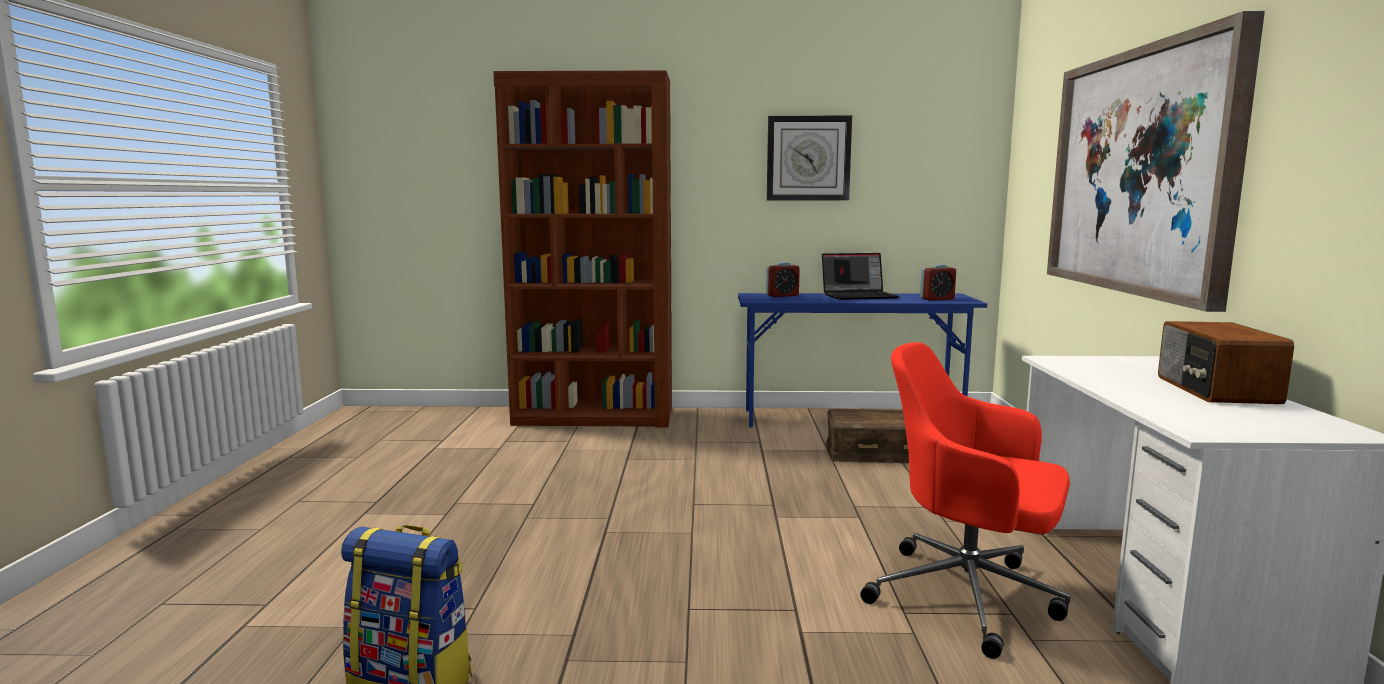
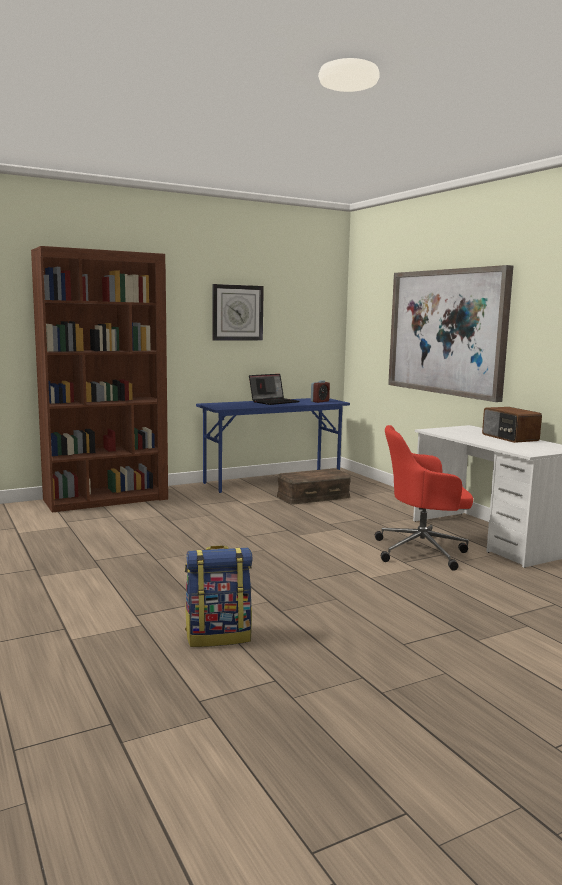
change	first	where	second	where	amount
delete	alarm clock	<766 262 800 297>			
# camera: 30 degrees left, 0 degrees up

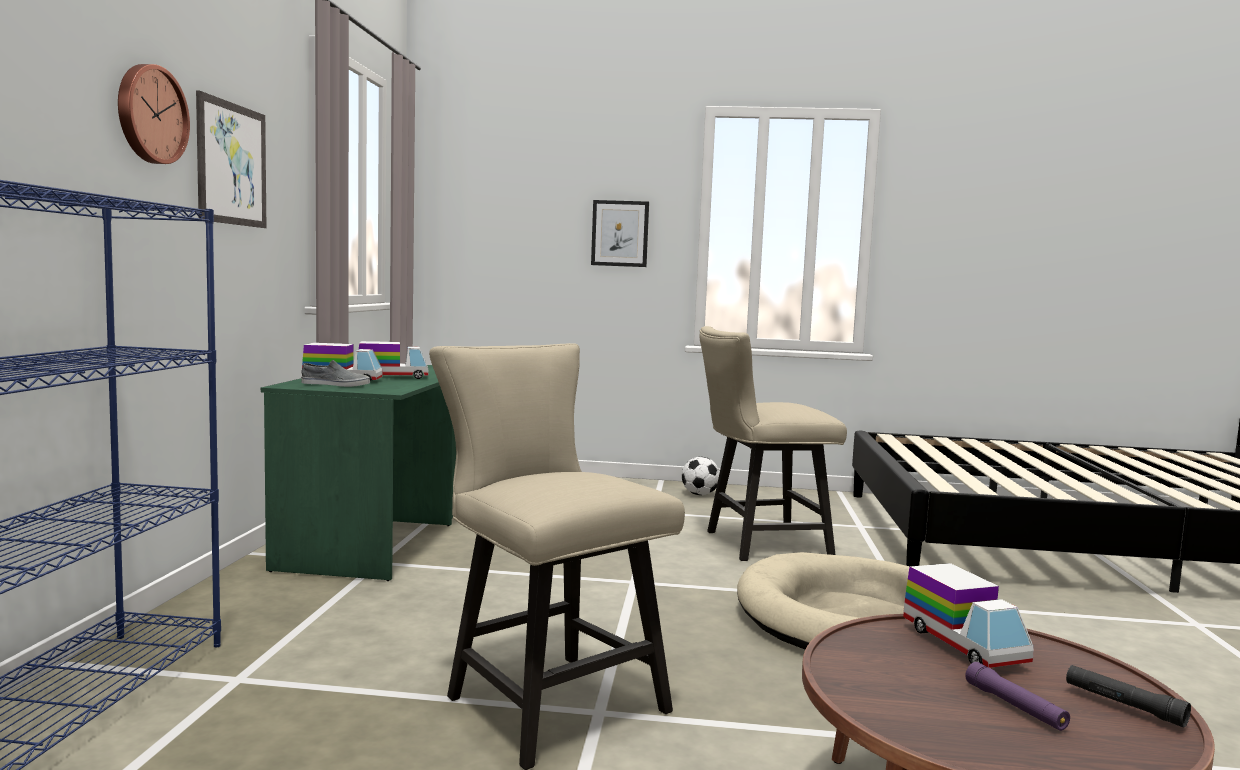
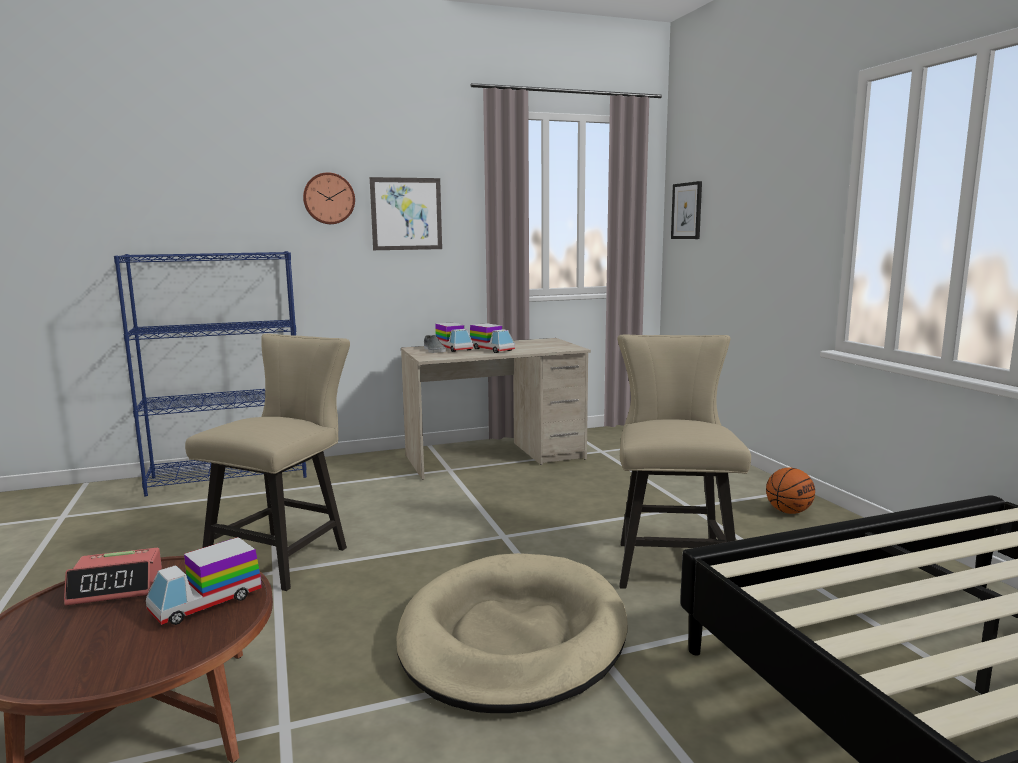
change	first	where	second	where	amount
insert			alarm clock	<64 548 162 606>	
recolor	green desk	<261 365 456 581>	beige desk	<401 338 591 480>	
rotate	beige chair	<699 326 847 561>		<617 335 751 589>	45 degrees clockwise
move	picture	<591 200 649 267>		<671 181 702 239>	
replace	football	<682 457 720 495>	basketball	<766 468 815 514>	
delete	purple flashlight	<966 662 1070 731>			
delete	black flashlight	<1066 665 1191 727>			
# camera: 65 degrees right, 5 degrees up

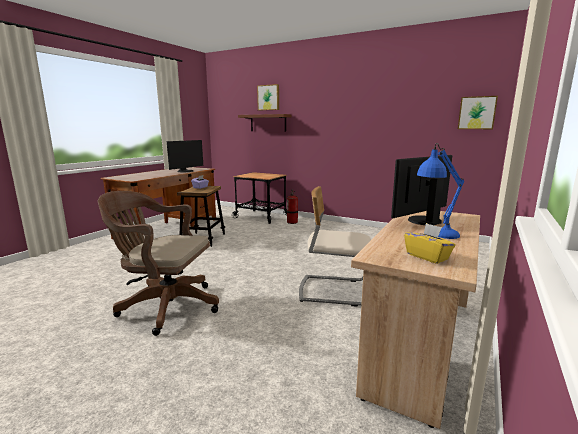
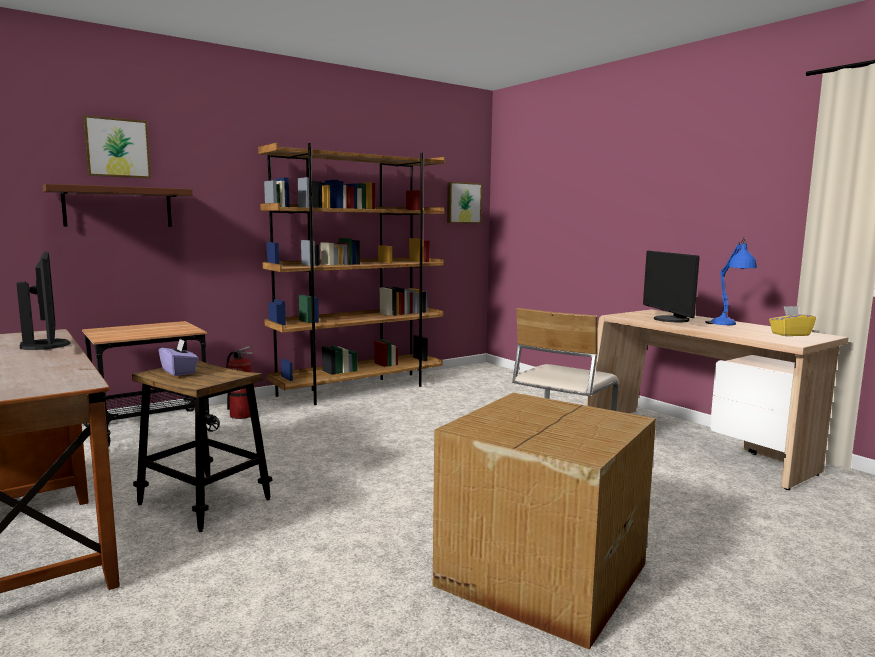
change	first	where	second	where	amount
insert			brown bookcase	<258 142 445 405>	
replace	brown office chair	<98 191 219 336>	cardboard box	<433 392 656 650>	
# camera: 65 degrees left, 5 degrees down

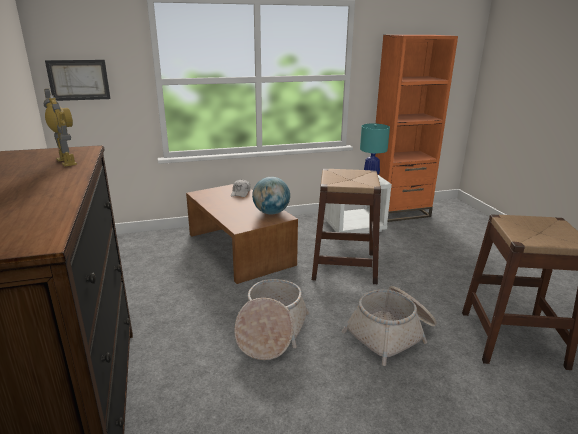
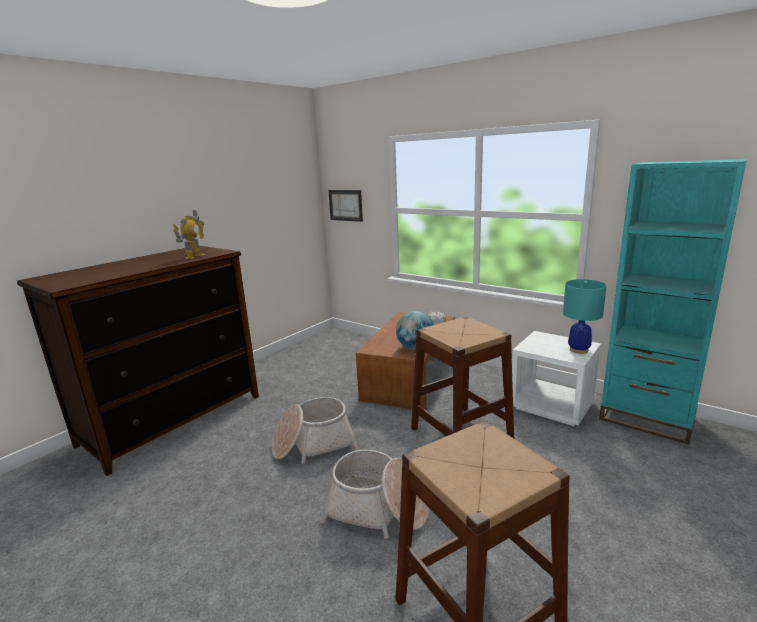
change	first	where	second	where	amount
recolor	orange bookcase	<375 35 458 222>	turquoise bookcase	<599 159 747 444>	
# camera: 55 degrees right, 5 degrees down

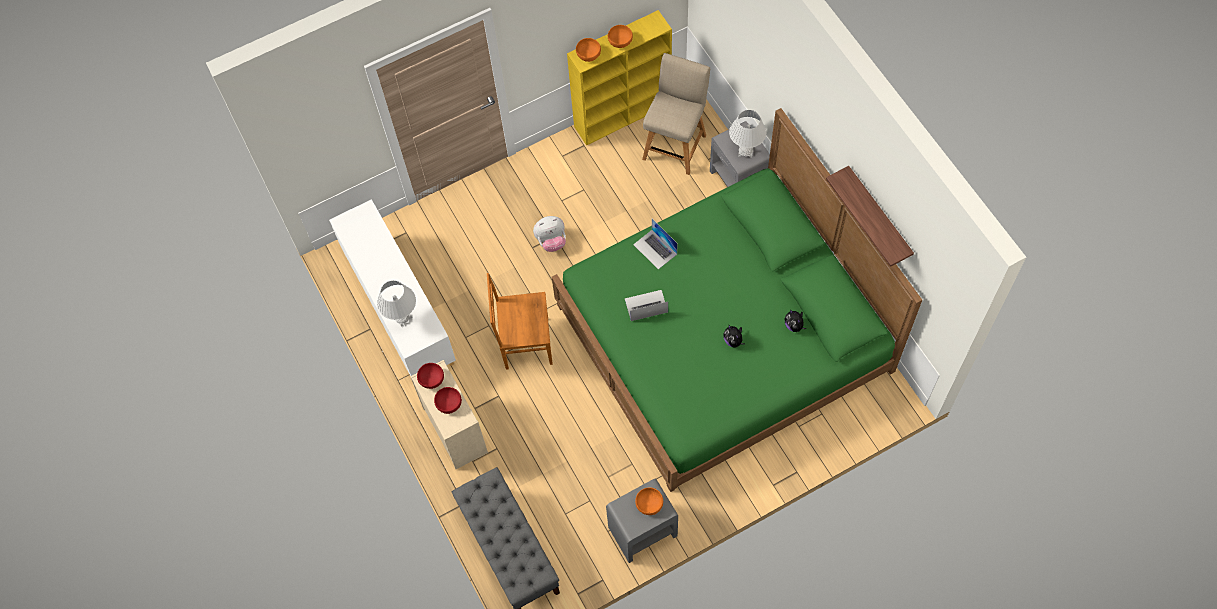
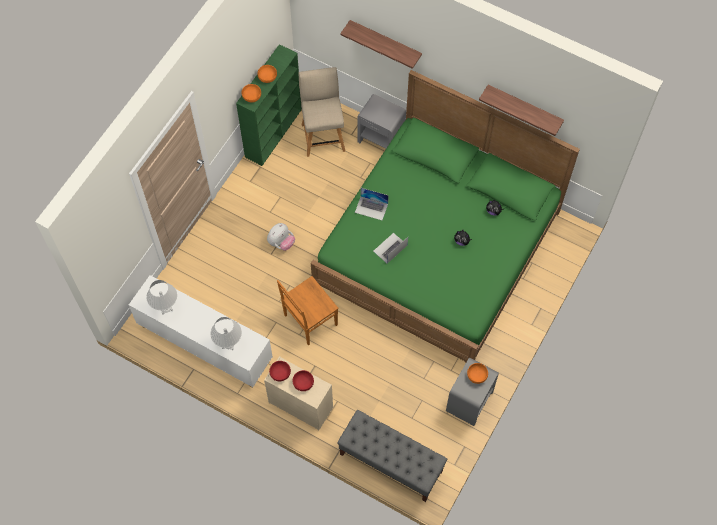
change	first	where	second	where	amount
move	white table lamp	<729 110 767 158>		<146 280 177 315>	
recolor	yellow bookcase	<567 10 672 146>	green bookcase	<236 44 302 166>	
insert			shelf	<340 20 422 69>	
# camera: 35 degrees left, 0 degrees up

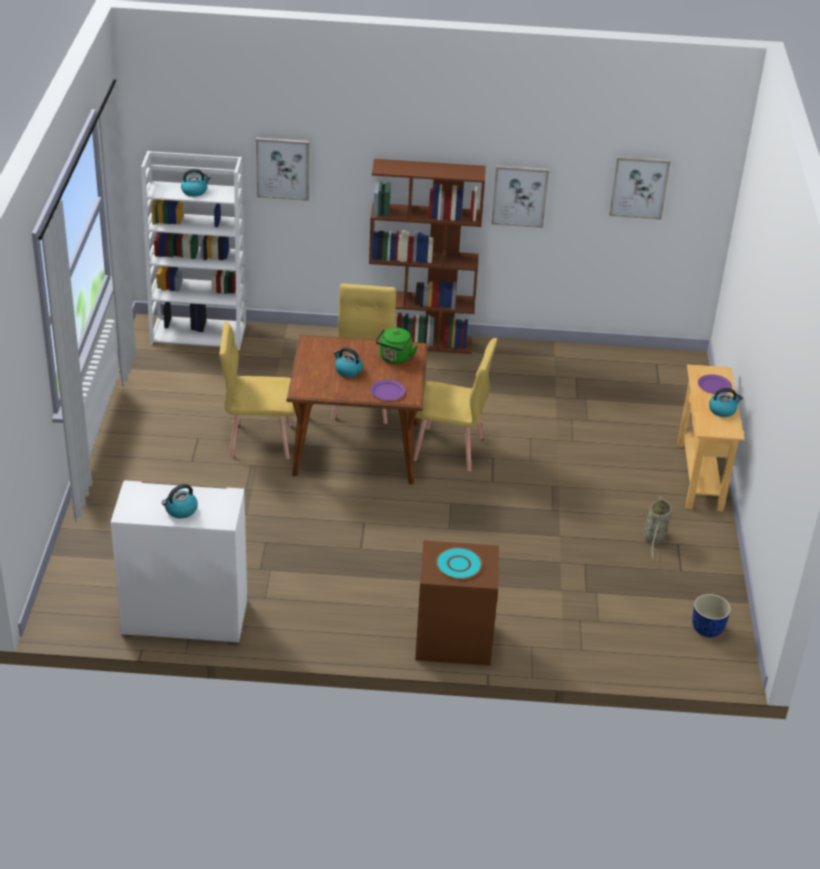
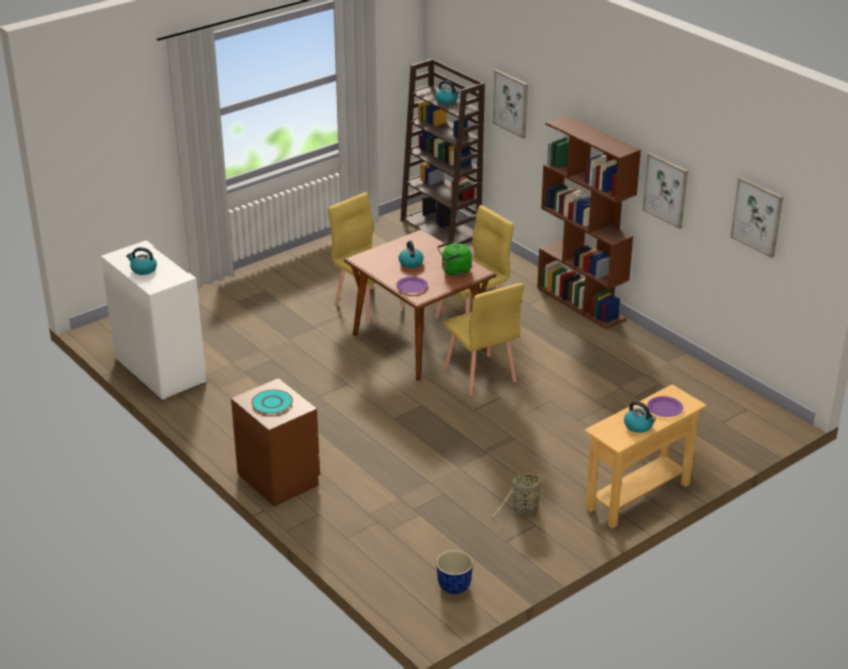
change	first	where	second	where	amount
recolor	white bookcase	<141 151 246 350>	brown bookcase	<400 59 485 245>	
# camera: 50 degrees right, 5 degrees down

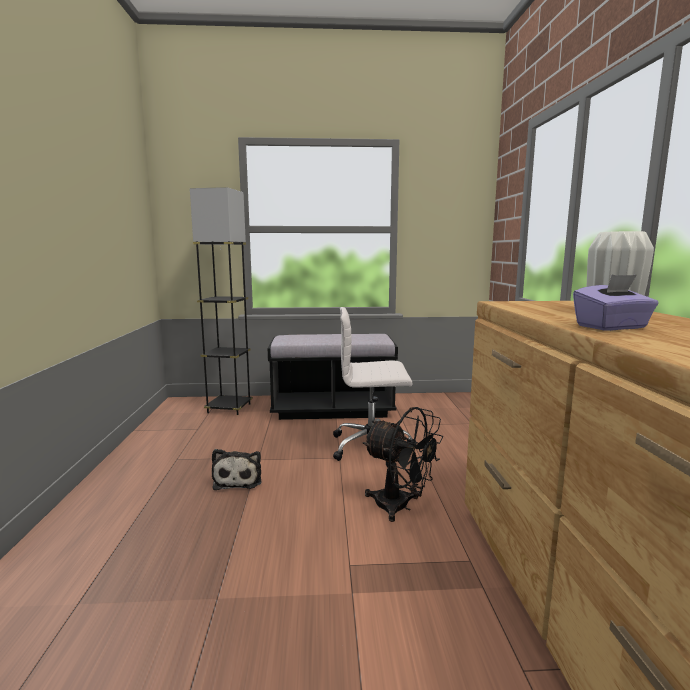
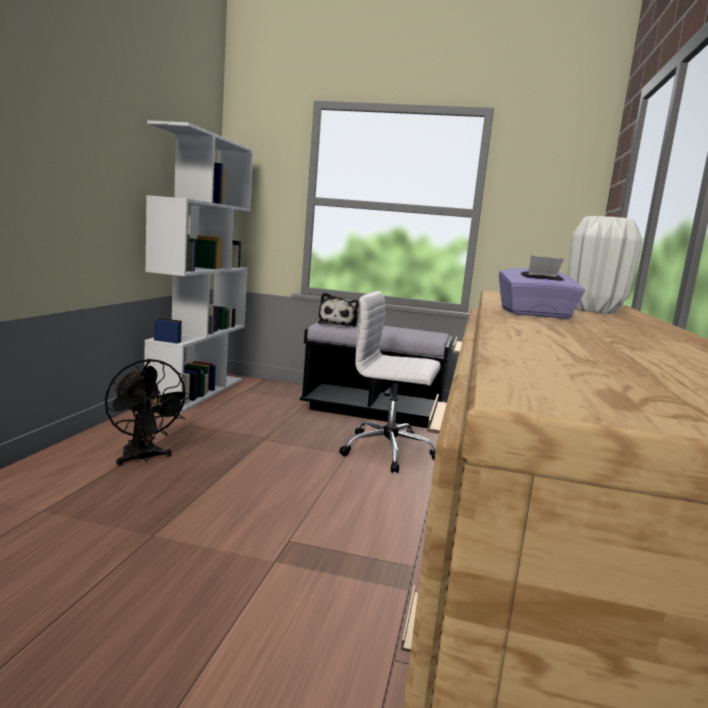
change	first	where	second	where	amount
move	black fan	<363 407 443 522>		<105 359 191 466>	
insert			white bookcase	<144 120 253 414>	
move	plush toy	<212 449 261 490>		<318 293 359 327>	
delete	grey floor lamp	<190 187 253 415>			
# camera: 15 degrees right, 0 degrees up

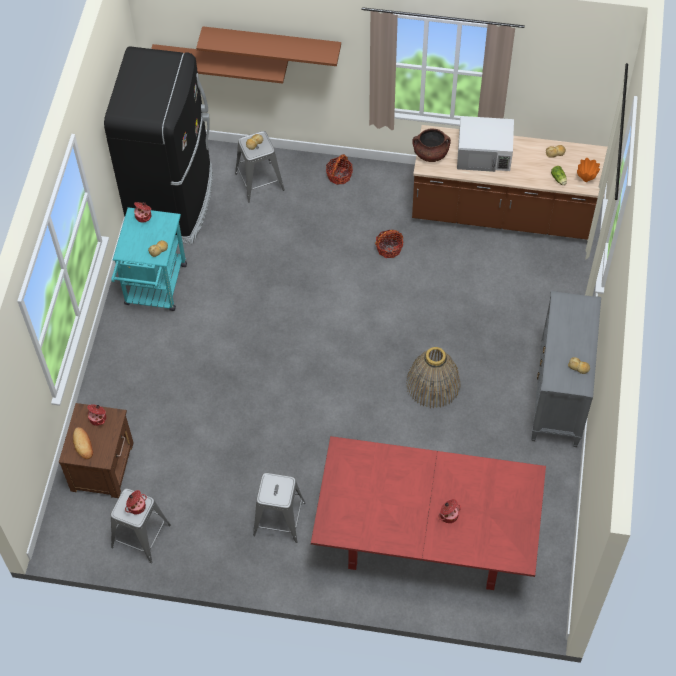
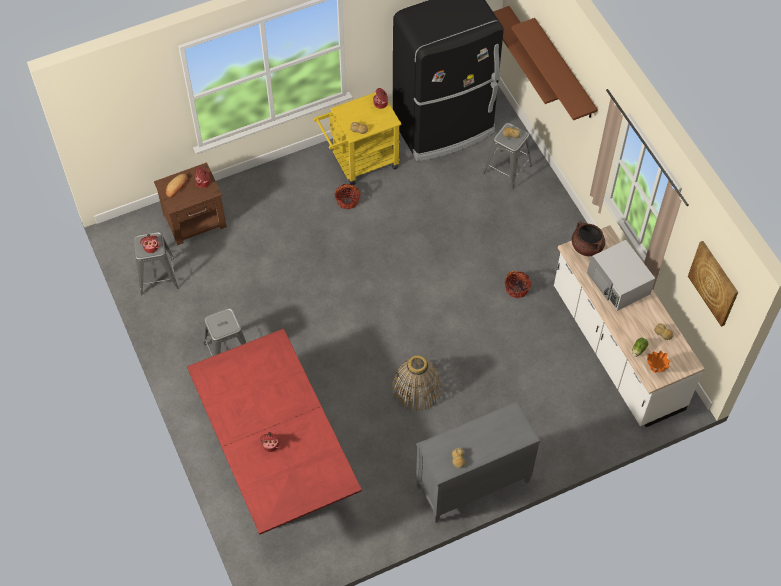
change	first	where	second	where	amount
recolor	turquoise cart	<111 207 187 311>	yellow cart	<314 92 402 185>	
move	basket	<326 154 353 185>		<334 184 361 210>	
recolor	brown counter	<412 125 608 240>	white counter	<554 225 704 427>	
insert			picture	<688 241 738 327>	
# camera: 55 degrees right, 0 degrees up

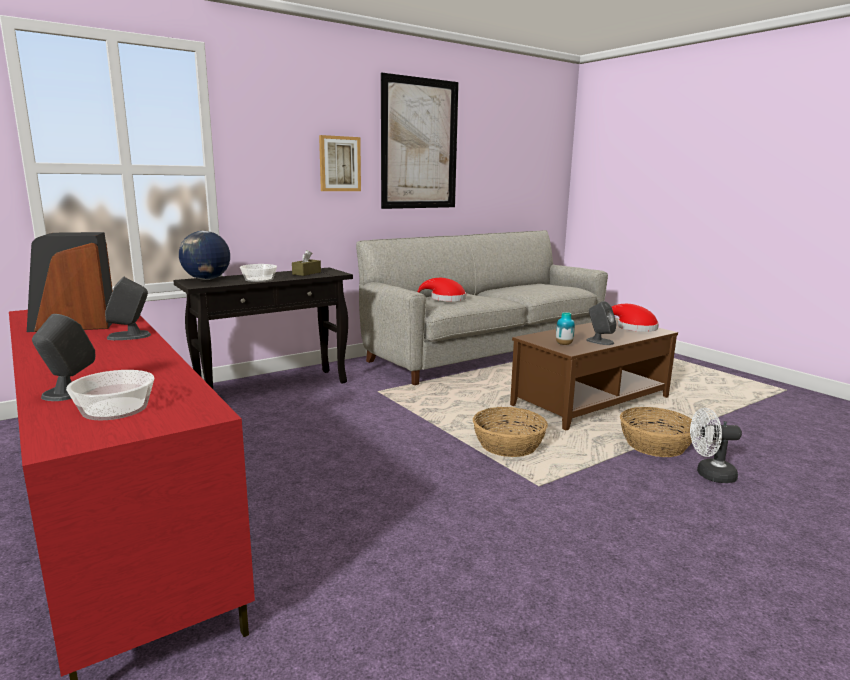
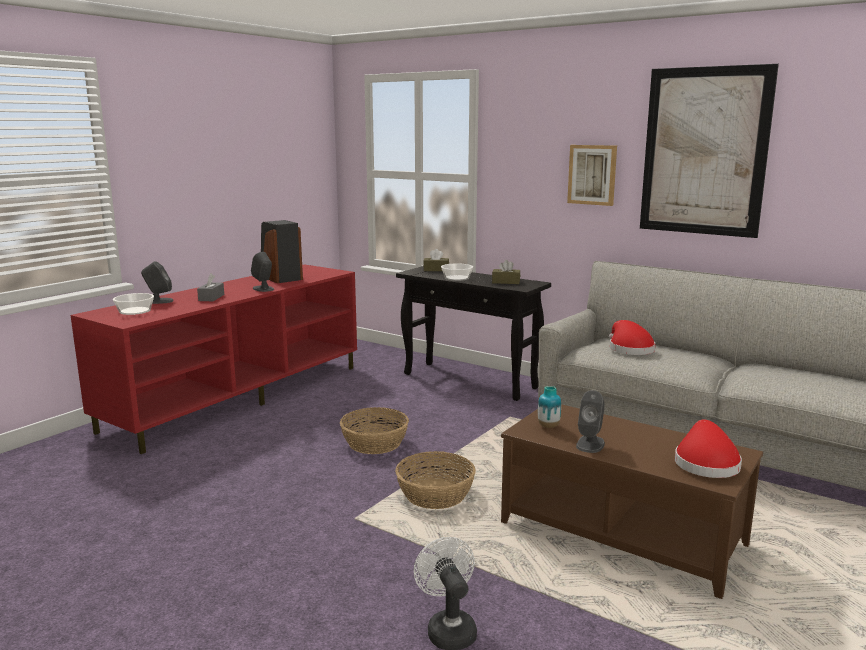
change	first	where	second	where	amount
insert			grey tissue box	<197 274 224 301>	
move	basket	<620 407 693 457>		<340 407 409 454>	
replace	globe	<179 231 230 280>	brown tissue box	<423 249 449 271>	
# camera: 70 degrees right, 0 degrees up

